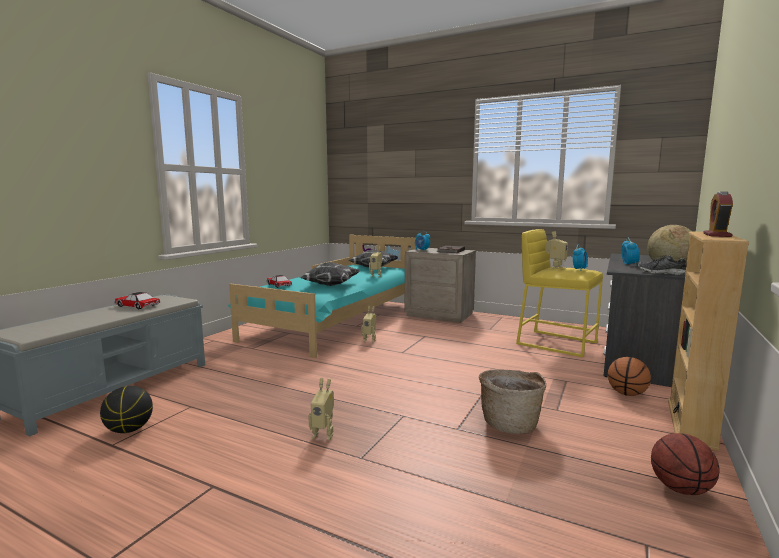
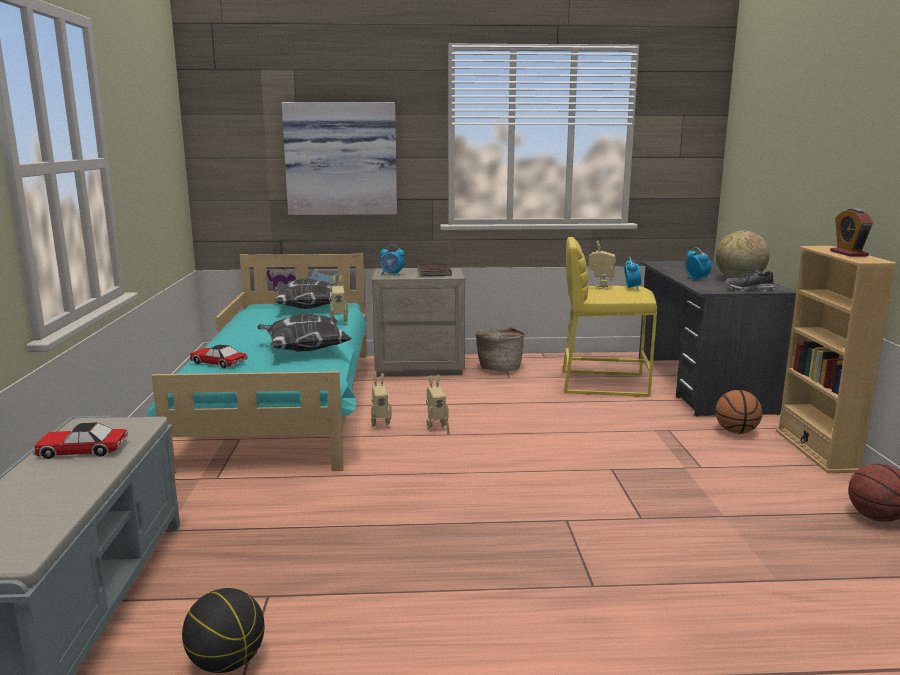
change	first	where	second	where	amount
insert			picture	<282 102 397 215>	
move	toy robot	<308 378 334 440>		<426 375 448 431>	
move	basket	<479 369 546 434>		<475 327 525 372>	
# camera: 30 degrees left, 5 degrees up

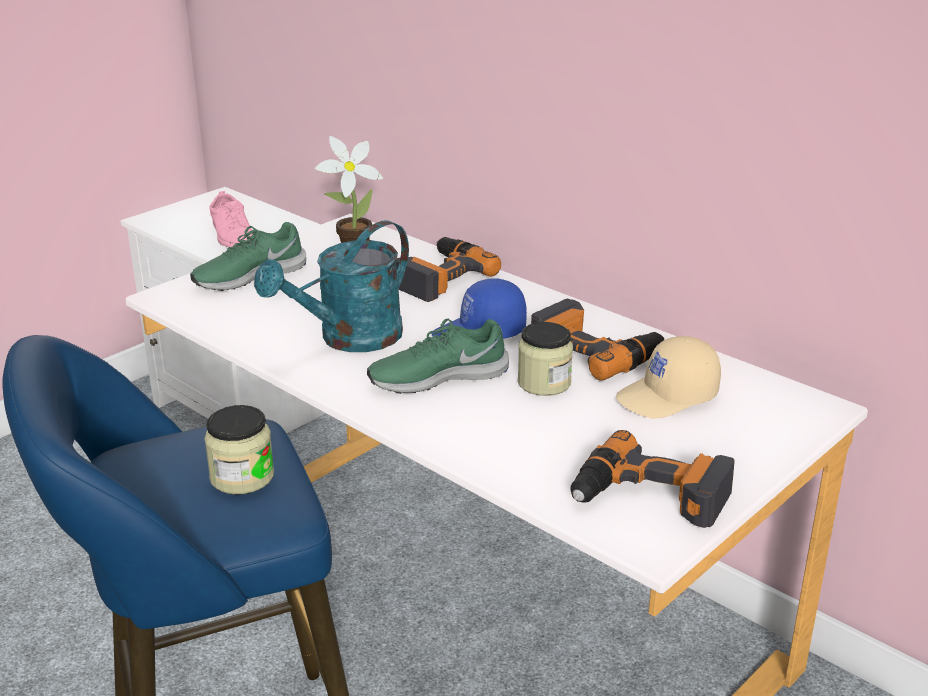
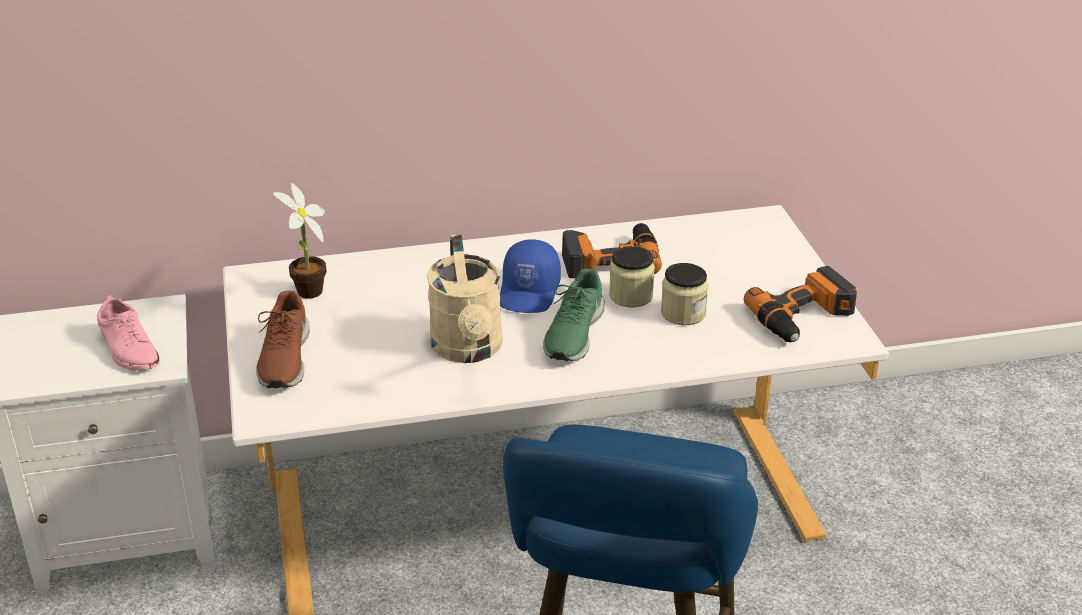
change	first	where	second	where	amount
rotate	pink shoe	<209 191 252 247>		<97 295 160 370>	45 degrees clockwise
recolor	green shoe	<190 222 306 291>	brown shoe	<256 291 310 389>	
recolor	turquoise watering can	<254 220 409 352>	beige watering can	<427 234 503 363>	
move	jar	<204 405 274 494>		<661 263 708 325>	
delete	power drill	<396 237 501 302>			
delete	beige cap	<616 336 721 419>			
# camera: 55 degrees left, 5 degrees up

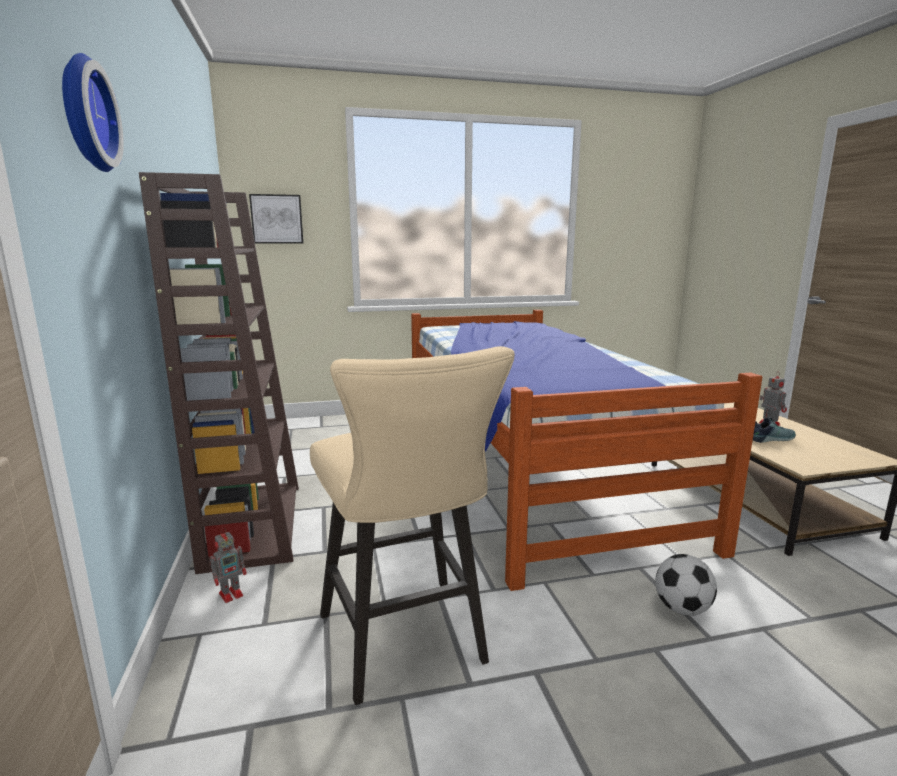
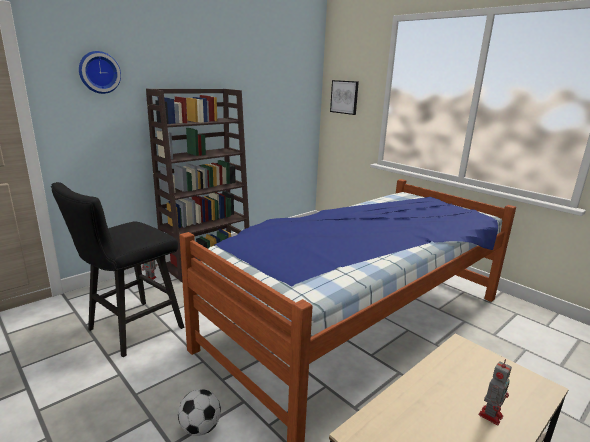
change	first	where	second	where	amount
recolor	beige stool	<310 346 515 705>	black stool	<51 182 184 357>	
delete	shoe	<753 417 796 443>			
# camera: 60 degrees right, 5 degrees up

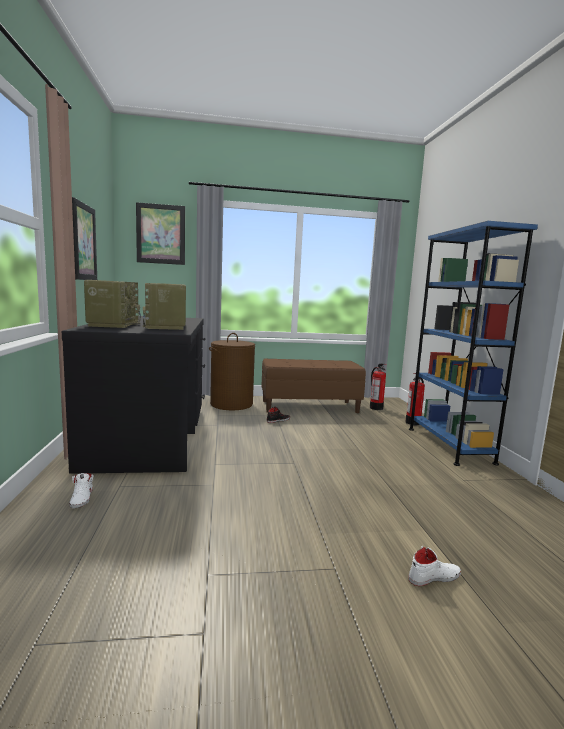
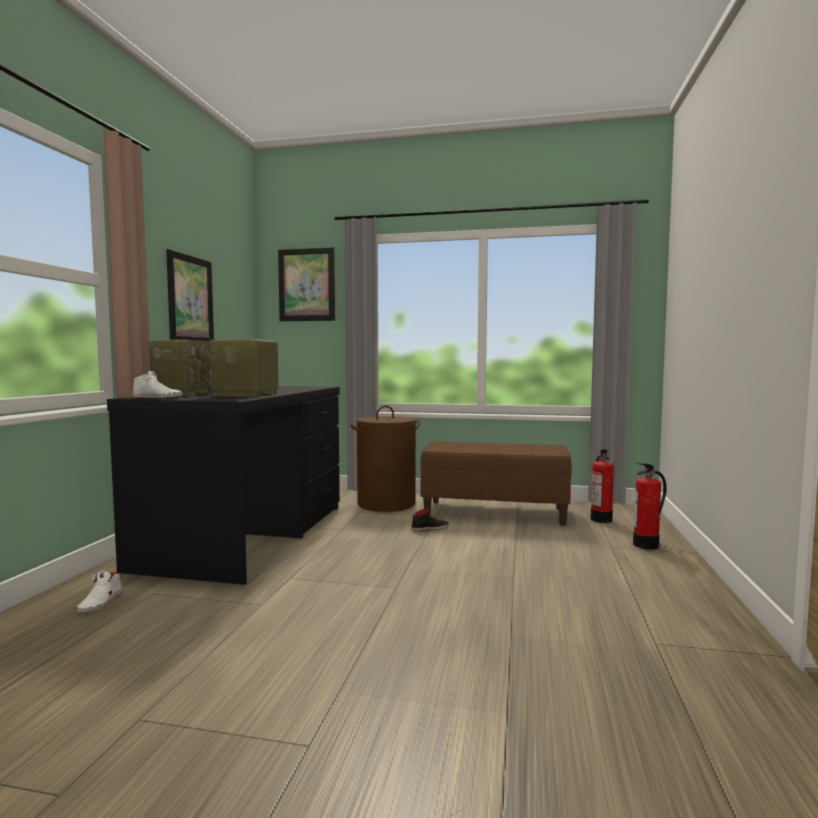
change	first	where	second	where	amount
move	white shoe	<408 546 461 586>		<132 371 182 398>	
delete	blue bookcase	<409 221 538 466>			
# camera: 20 degrees right, 5 degrees down

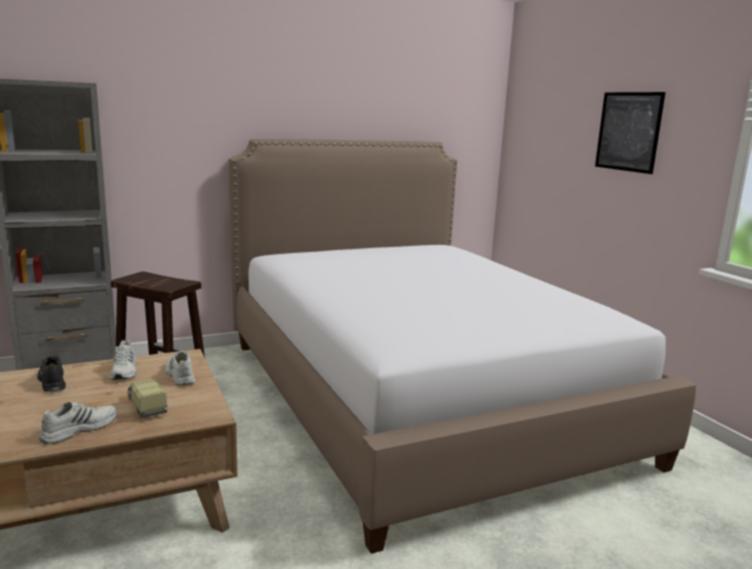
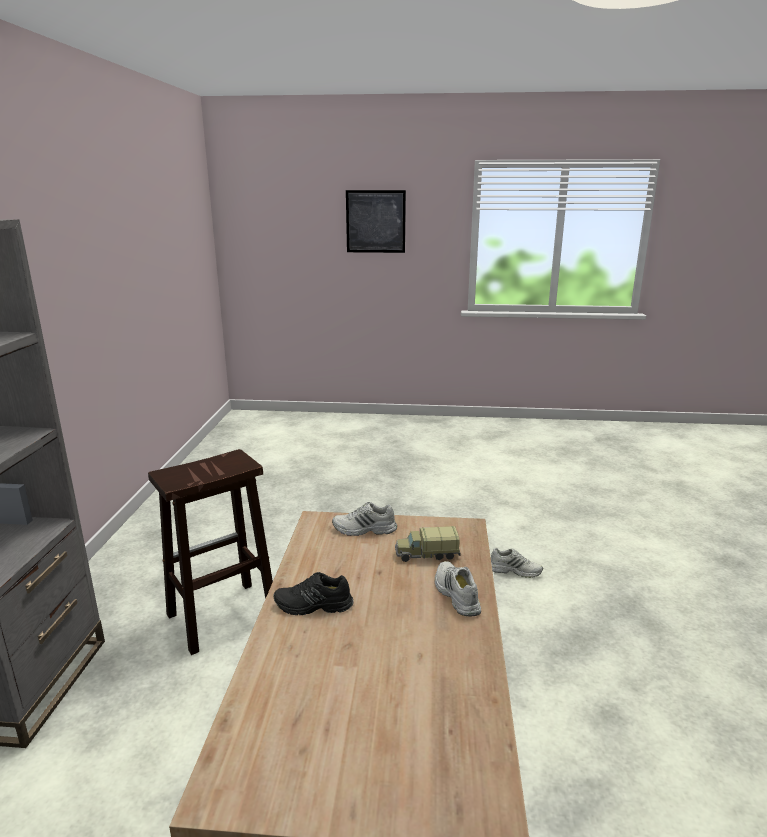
change	first	where	second	where	amount
move	white shoe	<110 340 136 380>		<491 548 543 578>	
delete	bed	<228 139 696 554>			
# camera: 60 degrees left, 5 degrees up

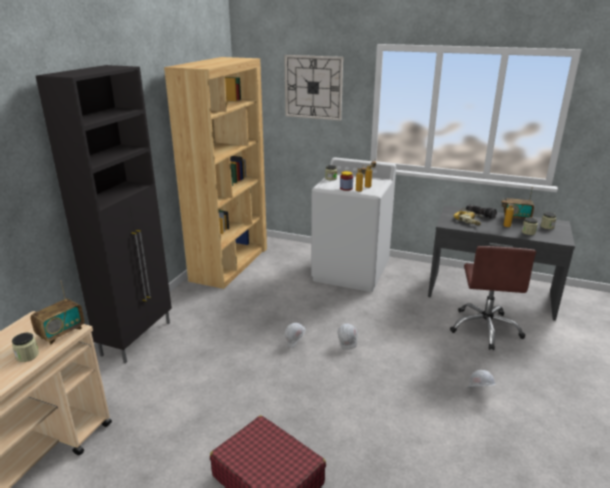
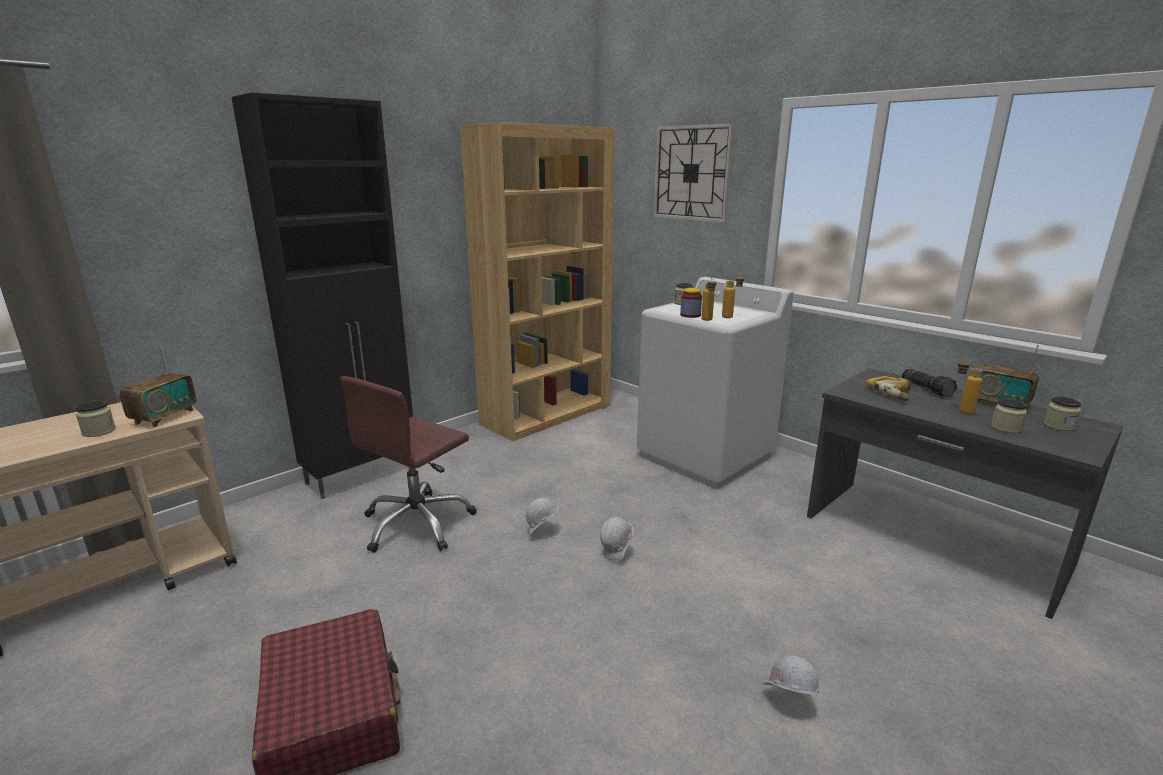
change	first	where	second	where	amount
rotate	radio	<30 281 84 345>		<119 345 196 427>	45 degrees counterclockwise
move	brown office chair	<450 246 536 350>		<340 376 477 553>	
# camera: 25 degrees right, 5 degrees down

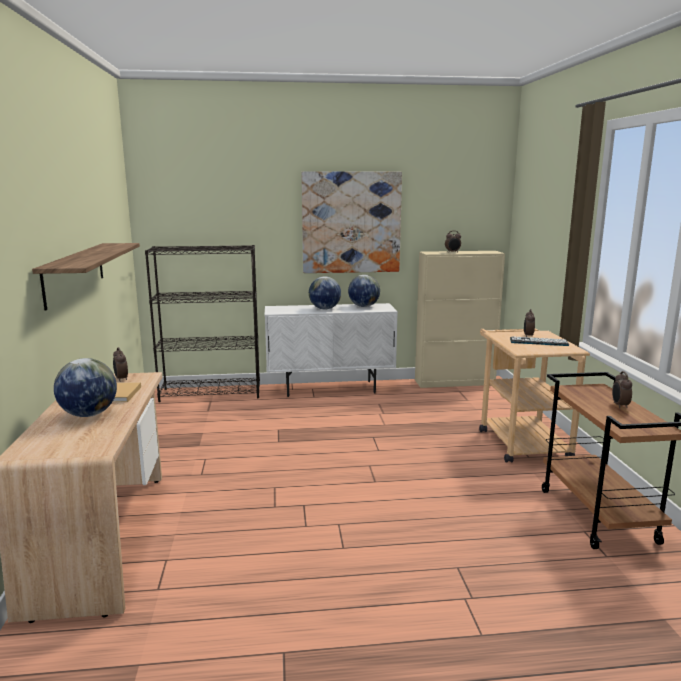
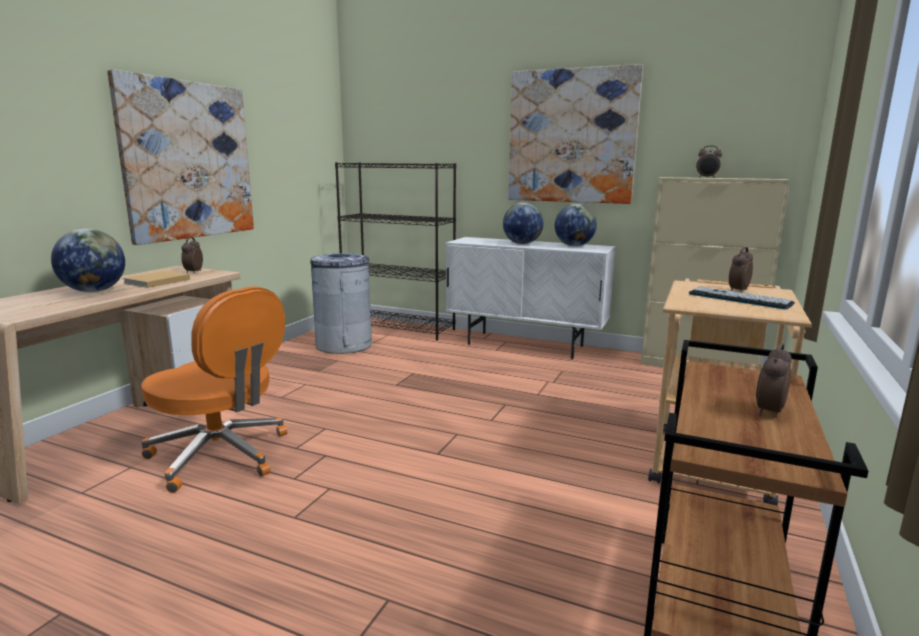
change	first	where	second	where	amount
replace	shelf	<32 243 140 310>	picture	<107 69 254 245>	
insert			orange office chair	<141 286 287 493>	
insert			grey trash can	<310 253 372 354>	
# camera: 30 degrees right, 0 degrees up

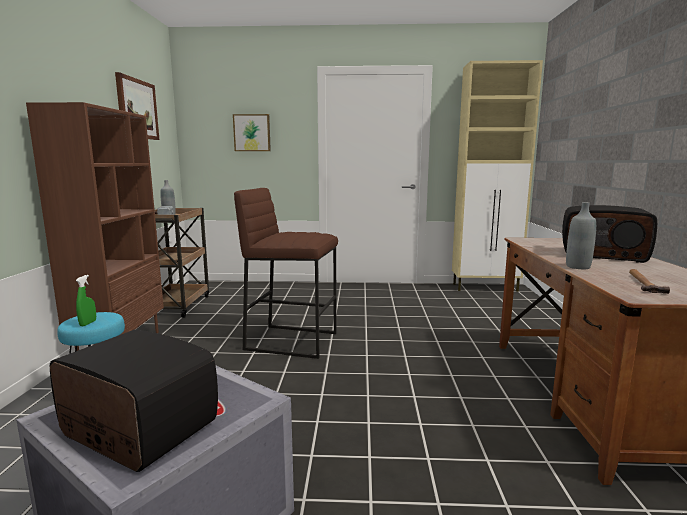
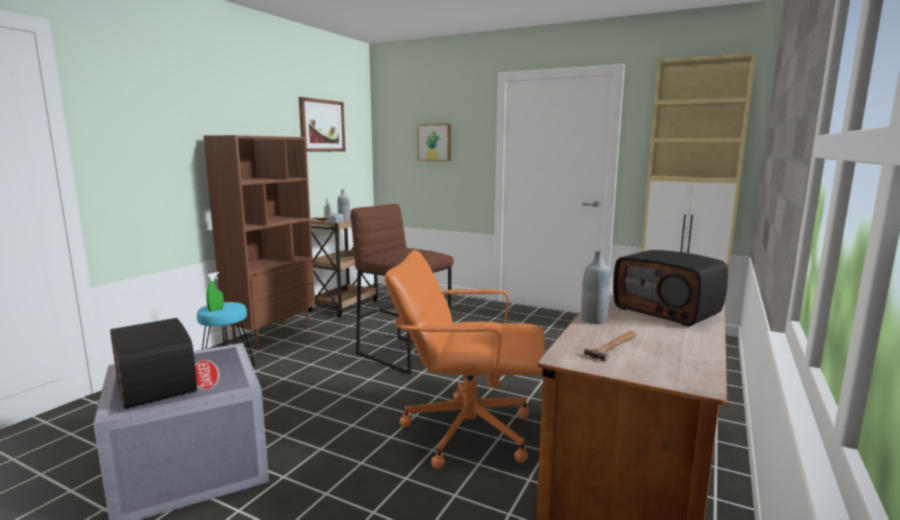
change	first	where	second	where	amount
insert			orange office chair	<384 250 545 469>	
# camera: 25 degrees right, 0 degrees up

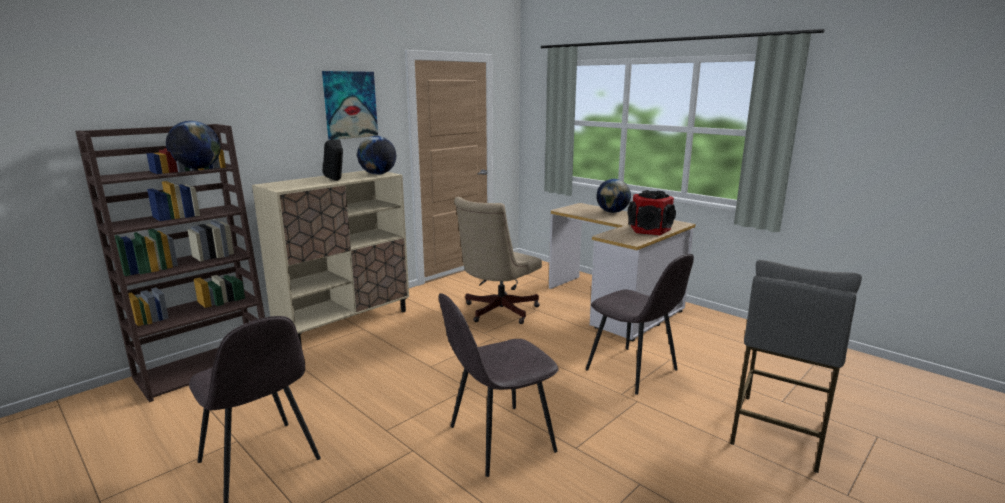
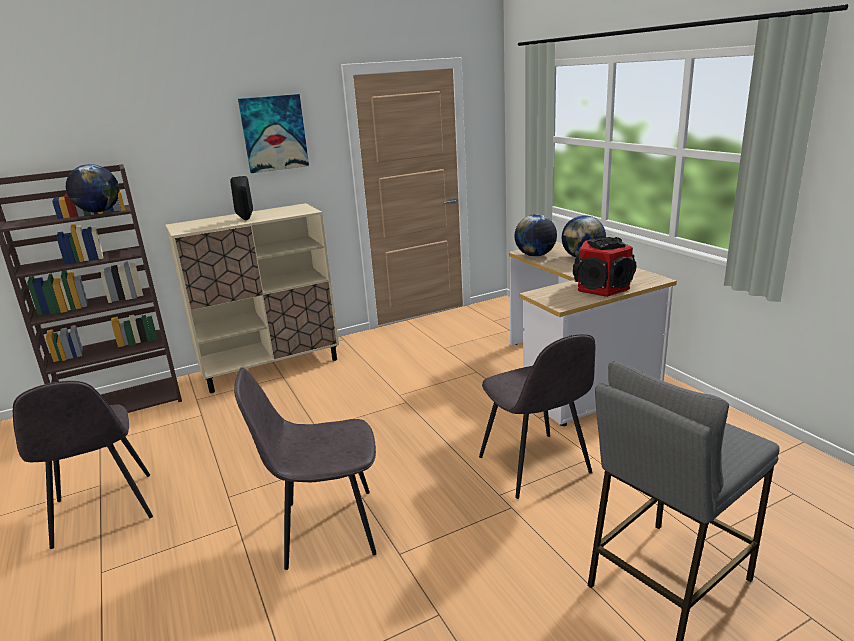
change	first	where	second	where	amount
move	globe	<357 136 396 175>		<514 214 557 257>	
delete	beige office chair	<454 197 542 324>			
# camera: 20 degrees right, 5 degrees up

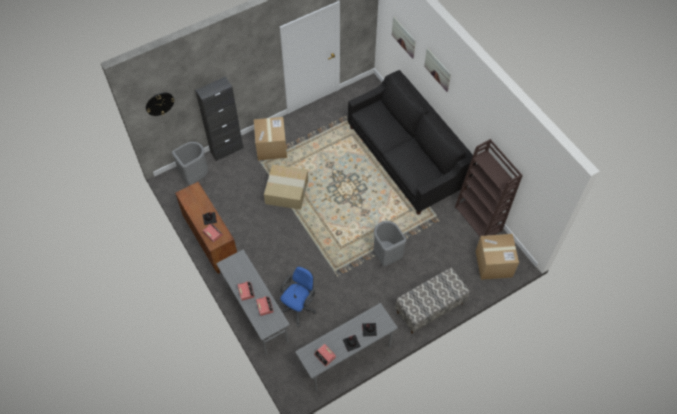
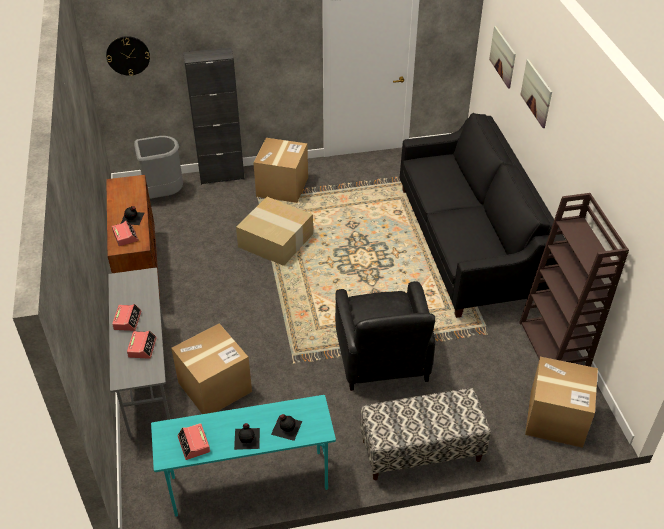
change	first	where	second	where	amount
recolor	grey desk	<295 303 398 391>	turquoise desk	<151 395 336 517>	
replace	blue office chair	<280 266 316 326>	cardboard box	<171 323 252 414>	
replace	grey trash can	<373 221 407 266>	black armchair	<335 281 435 391>	
# camera: 20 degrees right, 15 degrees down

